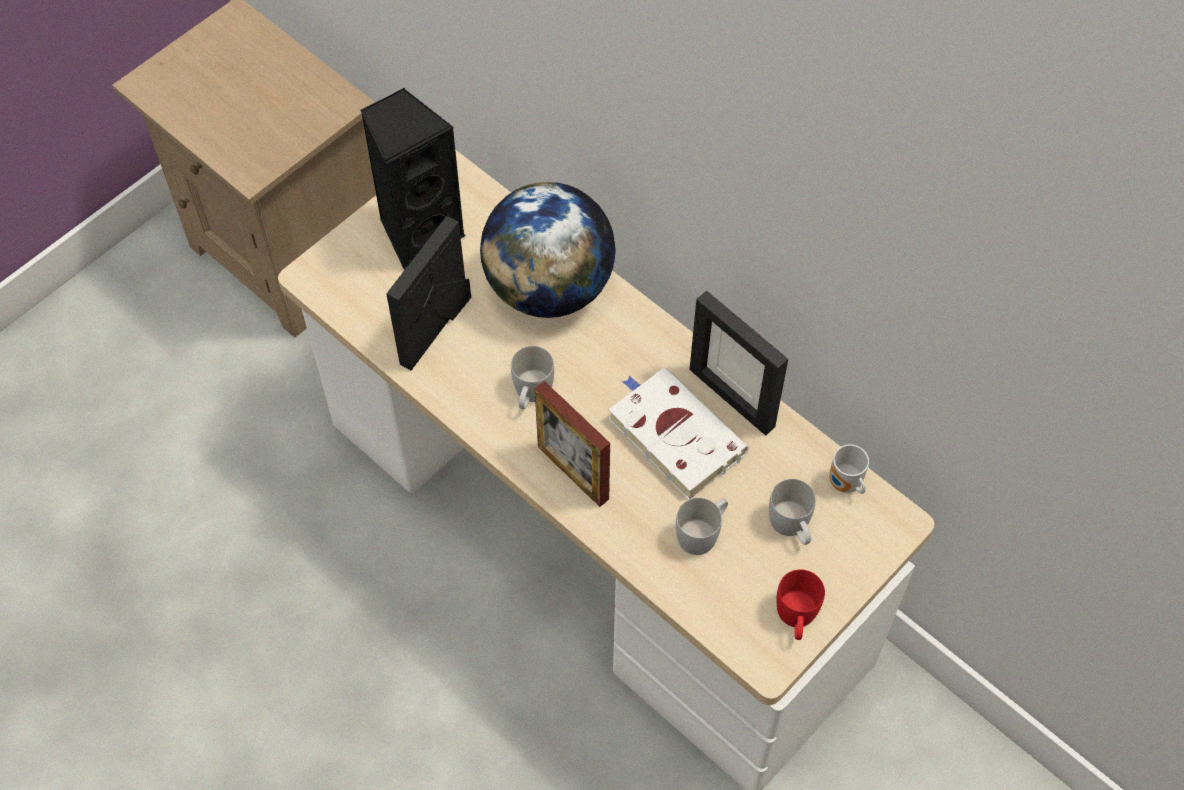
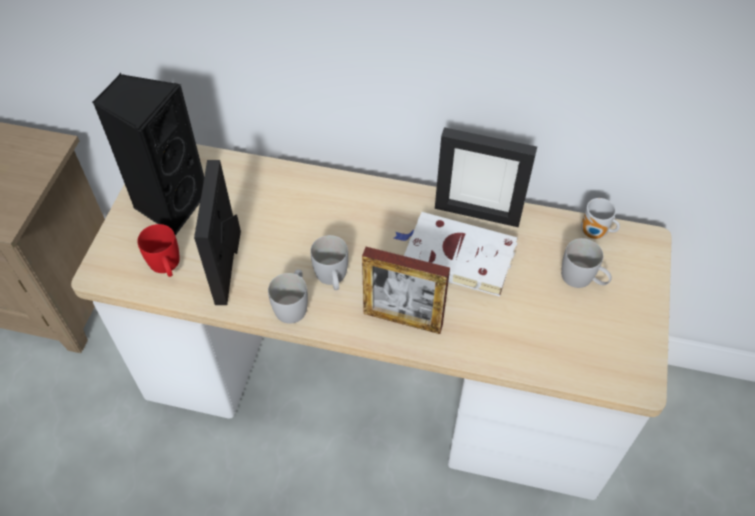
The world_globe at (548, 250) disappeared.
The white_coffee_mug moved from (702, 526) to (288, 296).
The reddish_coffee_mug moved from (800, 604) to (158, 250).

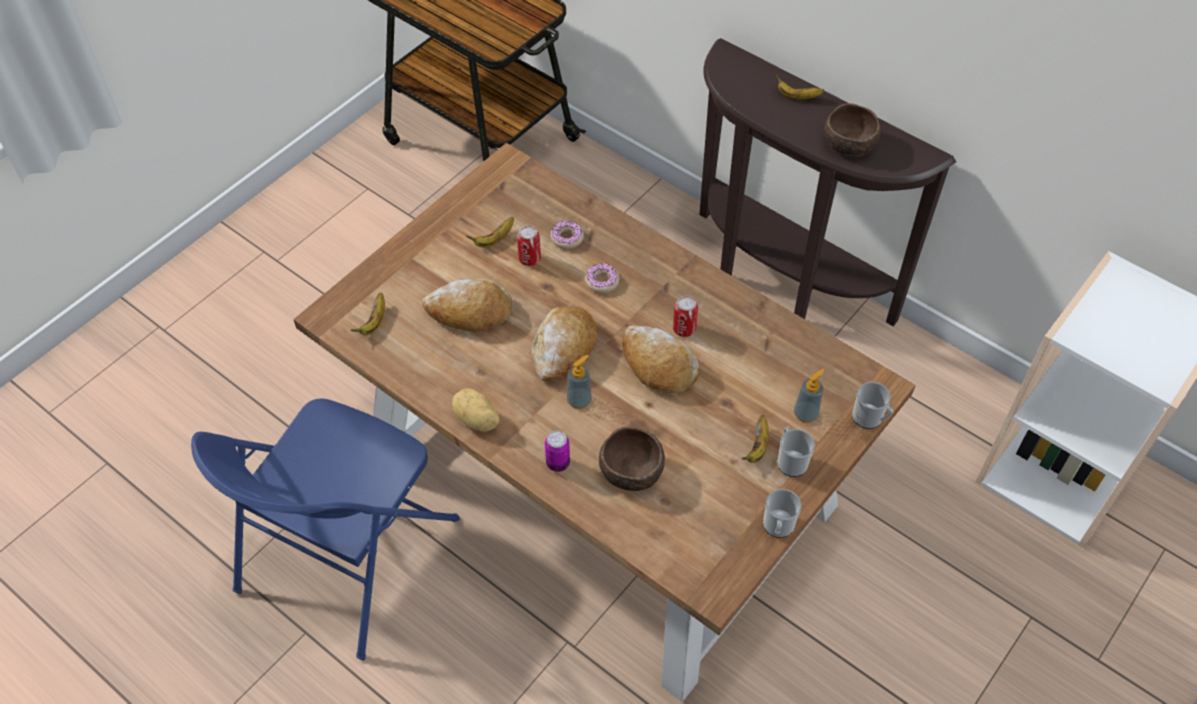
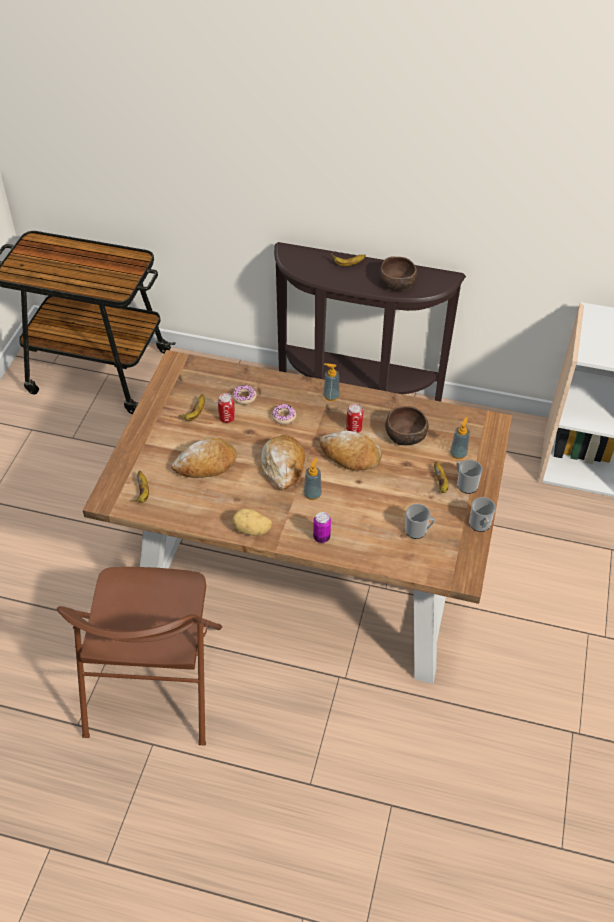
The coffee_mug moved from (872, 405) to (420, 521).
The blue-coloured_plain_chair at (325, 530) became the brown-coloured_plain_chair at (139, 656).
The brown-coloured_bowl moved from (632, 458) to (407, 426).
The soap_dispenser at (331, 382) appeared.

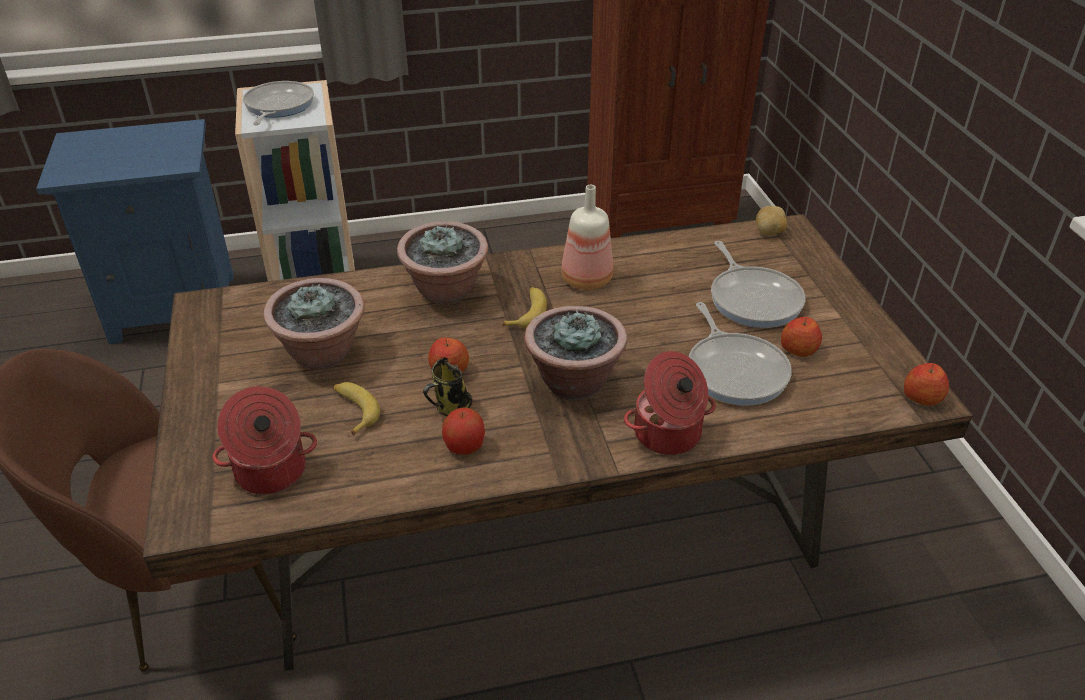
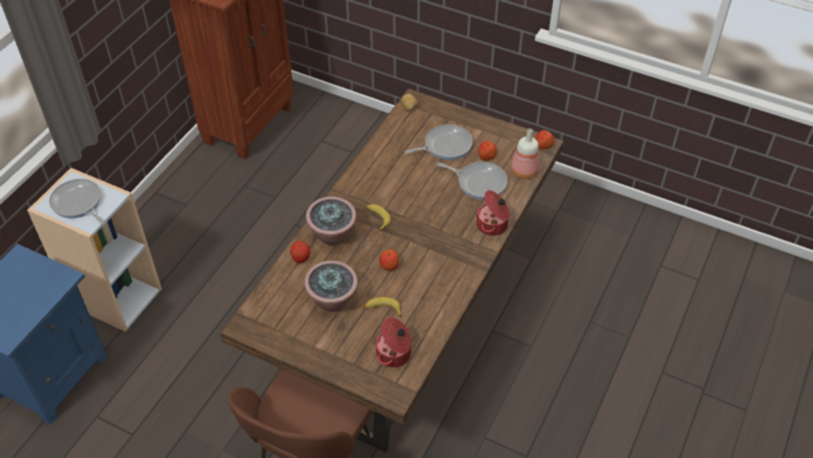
The drink_bottle moved from (587, 237) to (525, 154).
The skillet at (758, 284) turned 45 degrees counterclockwise.
The houseplant at (575, 353) disappeared.
The coffee_mug at (448, 386) disappeared.
The apple_fruit moved from (463, 431) to (300, 252).

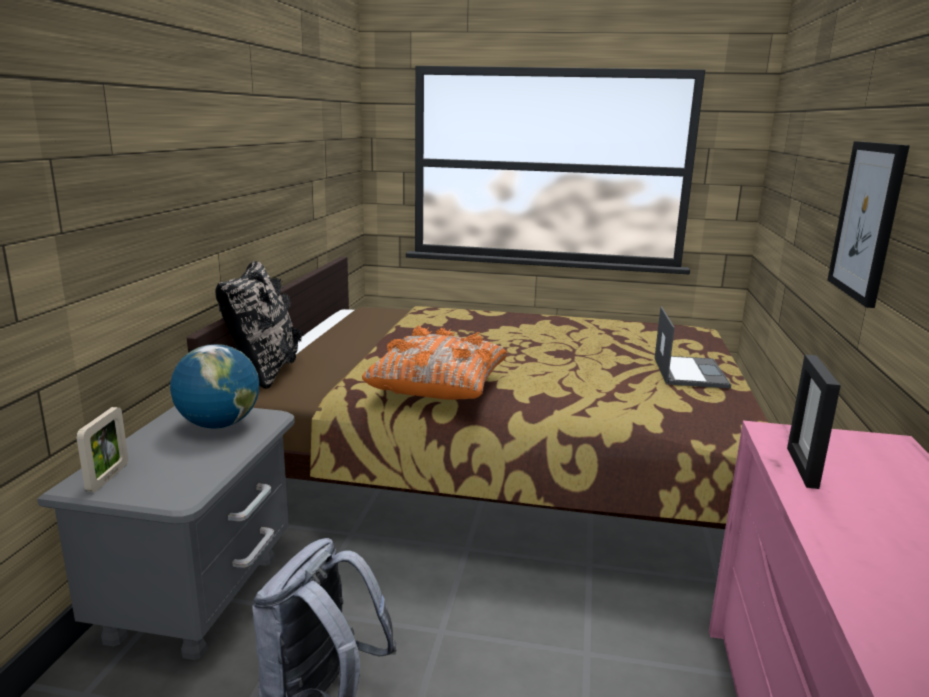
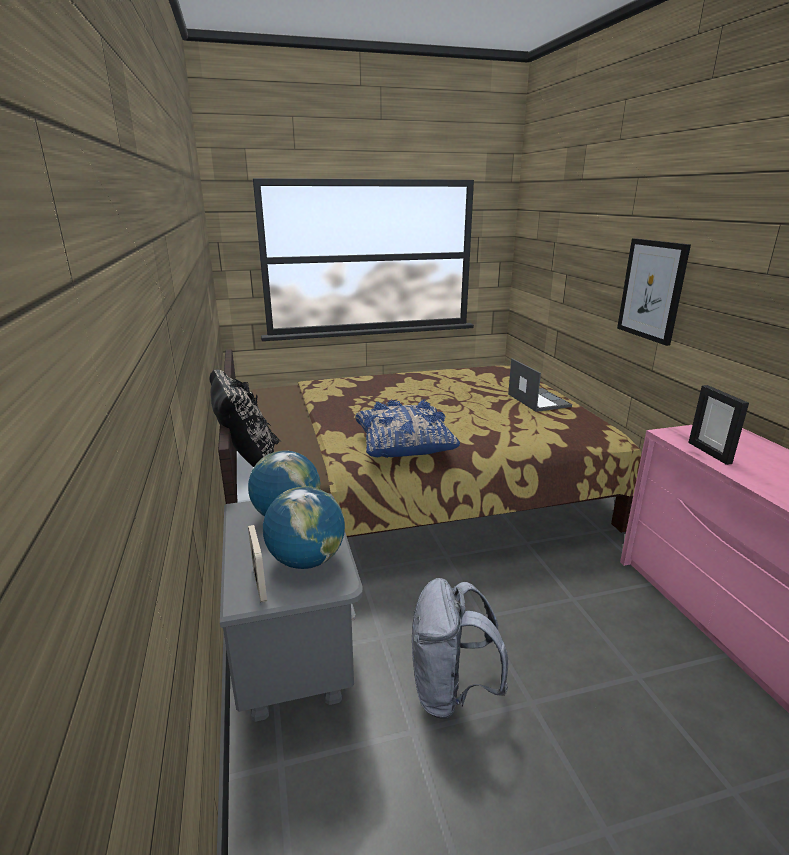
The orange-coloured_cushion at (434, 362) became the blue-coloured_cushion at (407, 428).
The world_globe at (304, 528) appeared.

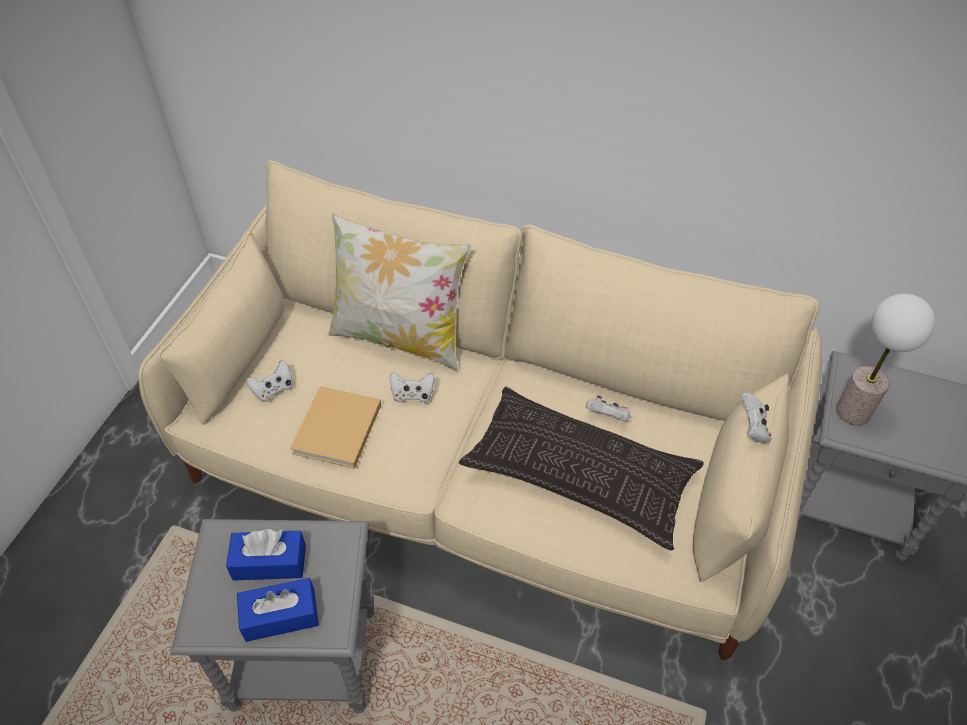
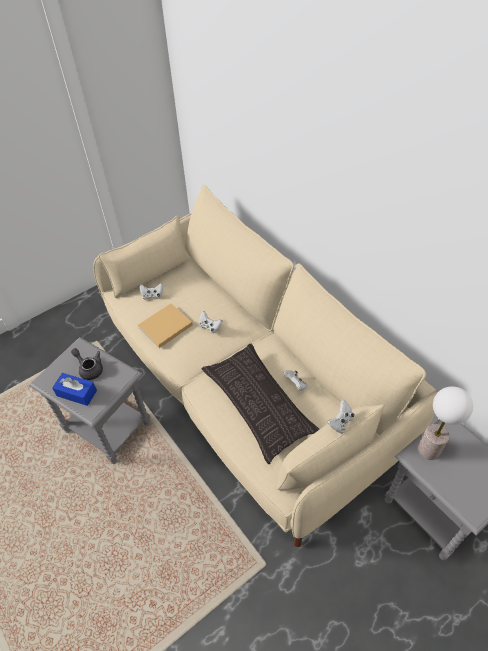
The cushion at (399, 292) disappeared.
The blue-coloured_box_of_tissues at (266, 554) was replaced by the greyish_teapot at (87, 364).

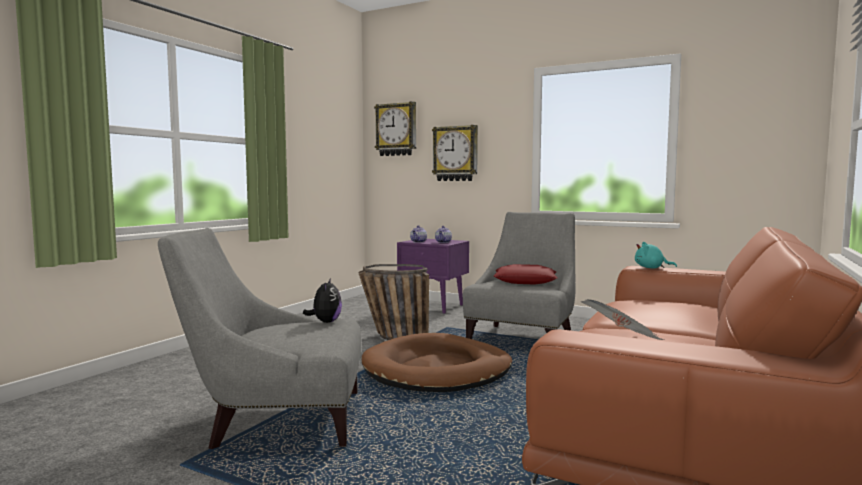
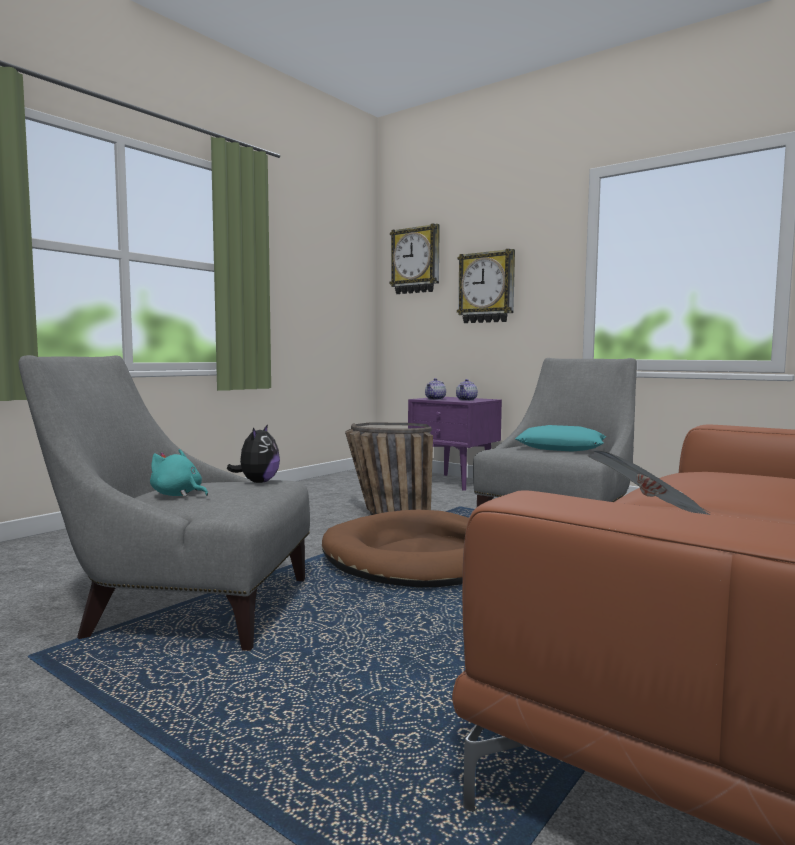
The turquoise-coloured_soft_toy moved from (656, 255) to (179, 473).
The reddish_cushion at (525, 274) became the turquoise-coloured_cushion at (560, 438).

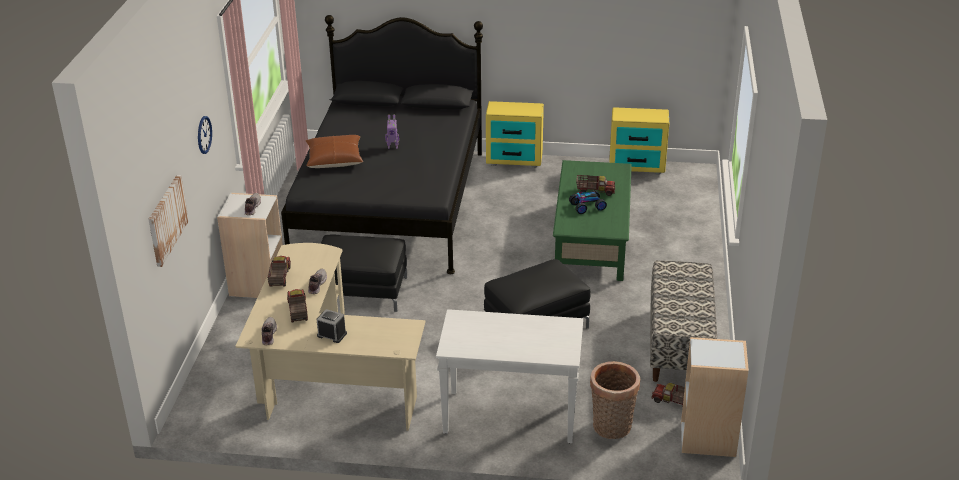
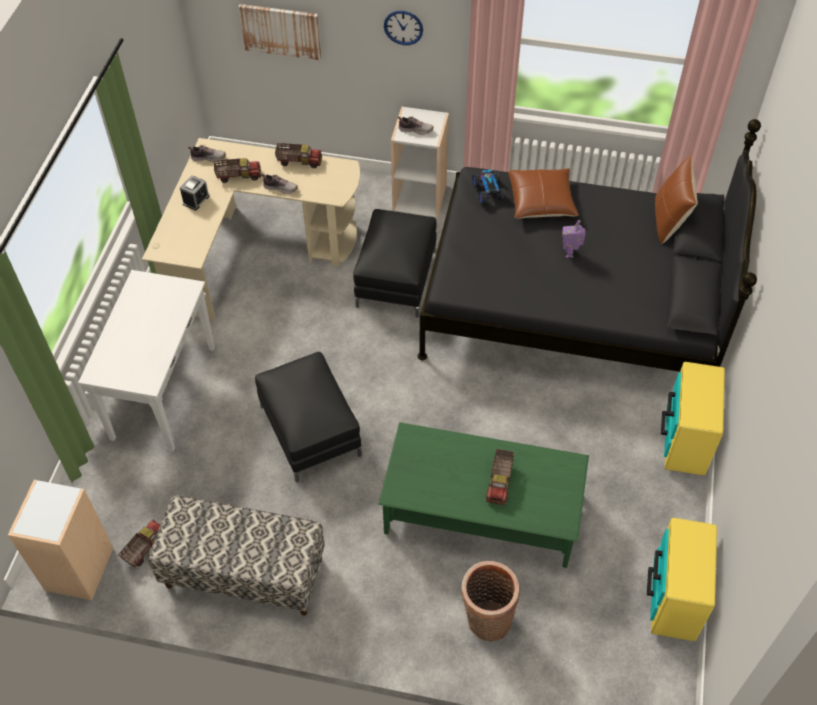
The model_car moved from (588, 202) to (489, 186).
The storage_basket moved from (615, 400) to (490, 601).
The brown-coloured_cushion at (676, 199) appeared.

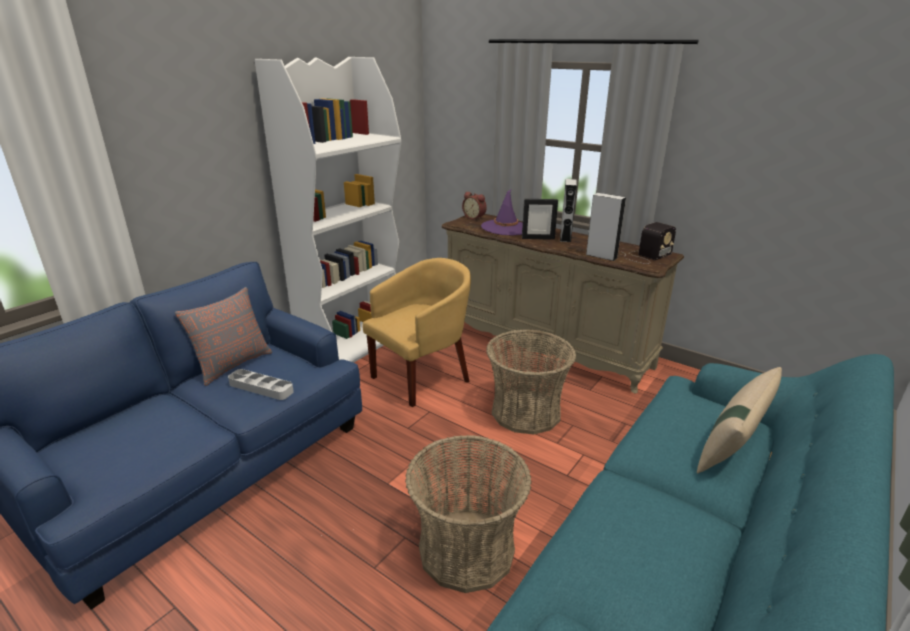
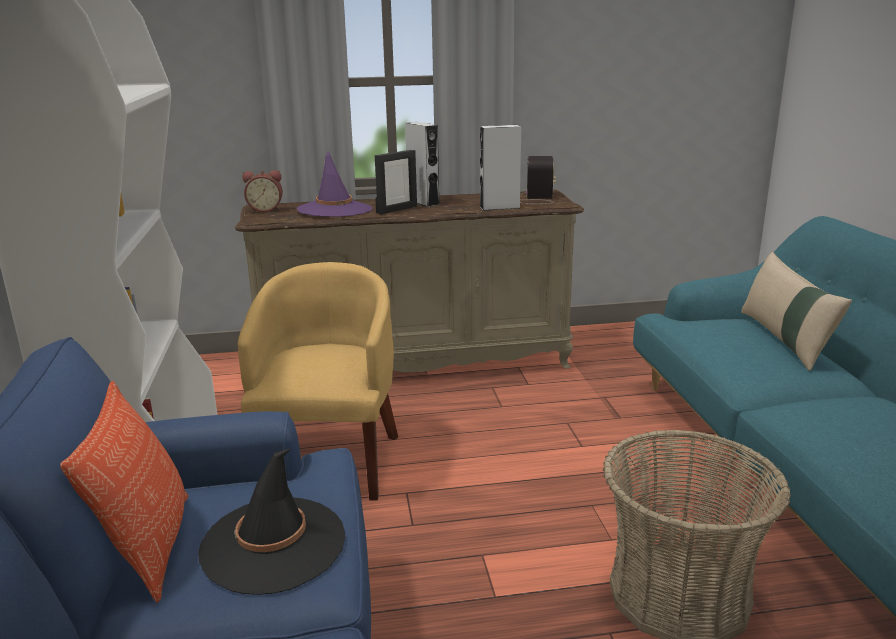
The greyish_cushion at (223, 336) became the orange-coloured_cushion at (124, 492).
The storage_basket at (531, 382) disappeared.
The greyish_serving_tray at (261, 384) was replaced by the black_wearable_hat at (271, 522).

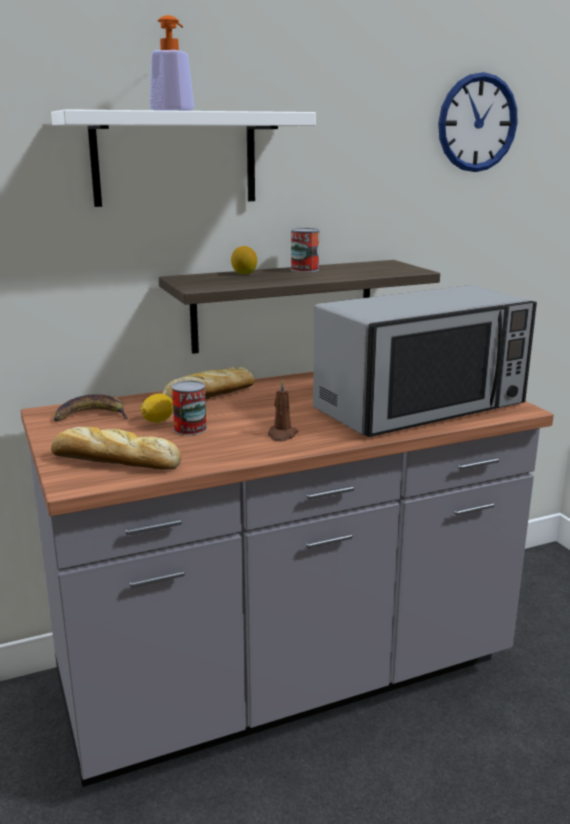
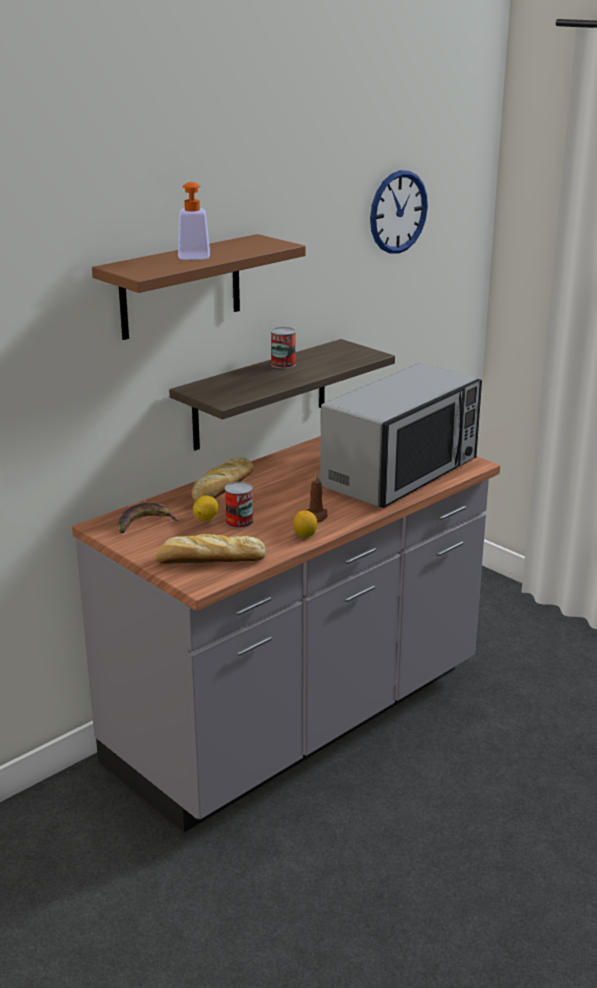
The white_bracket_shelf at (183, 158) became the brown-coloured_bracket_shelf at (199, 287).
The citrus_fruit moved from (244, 260) to (305, 523).

